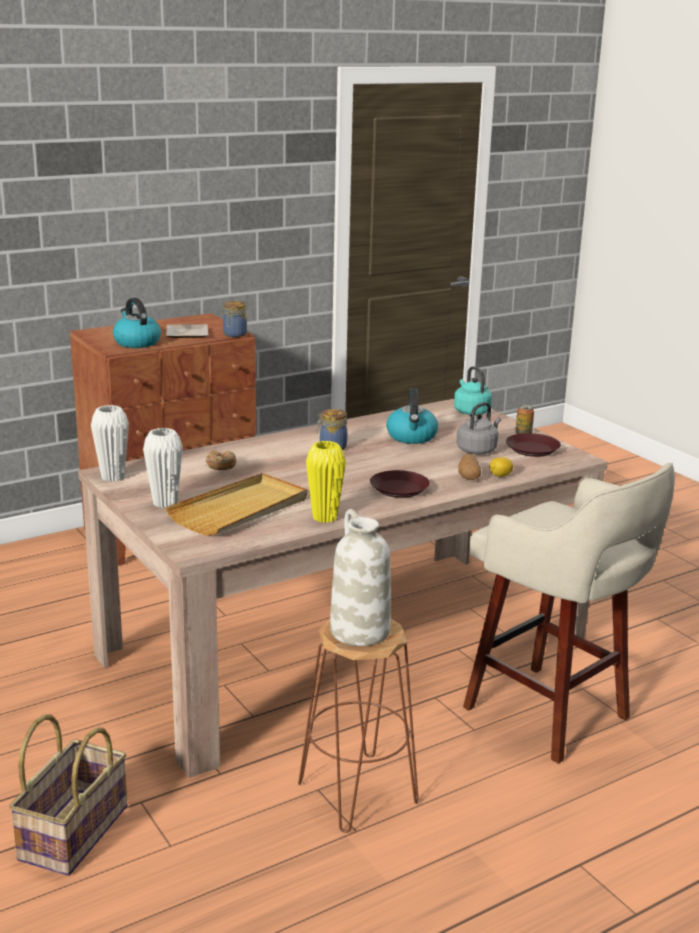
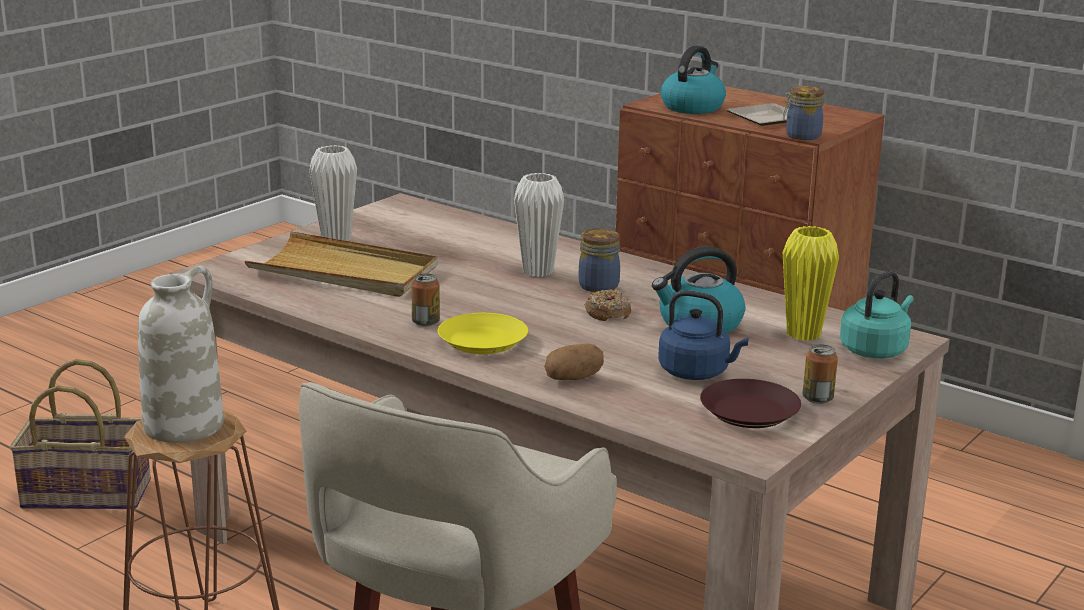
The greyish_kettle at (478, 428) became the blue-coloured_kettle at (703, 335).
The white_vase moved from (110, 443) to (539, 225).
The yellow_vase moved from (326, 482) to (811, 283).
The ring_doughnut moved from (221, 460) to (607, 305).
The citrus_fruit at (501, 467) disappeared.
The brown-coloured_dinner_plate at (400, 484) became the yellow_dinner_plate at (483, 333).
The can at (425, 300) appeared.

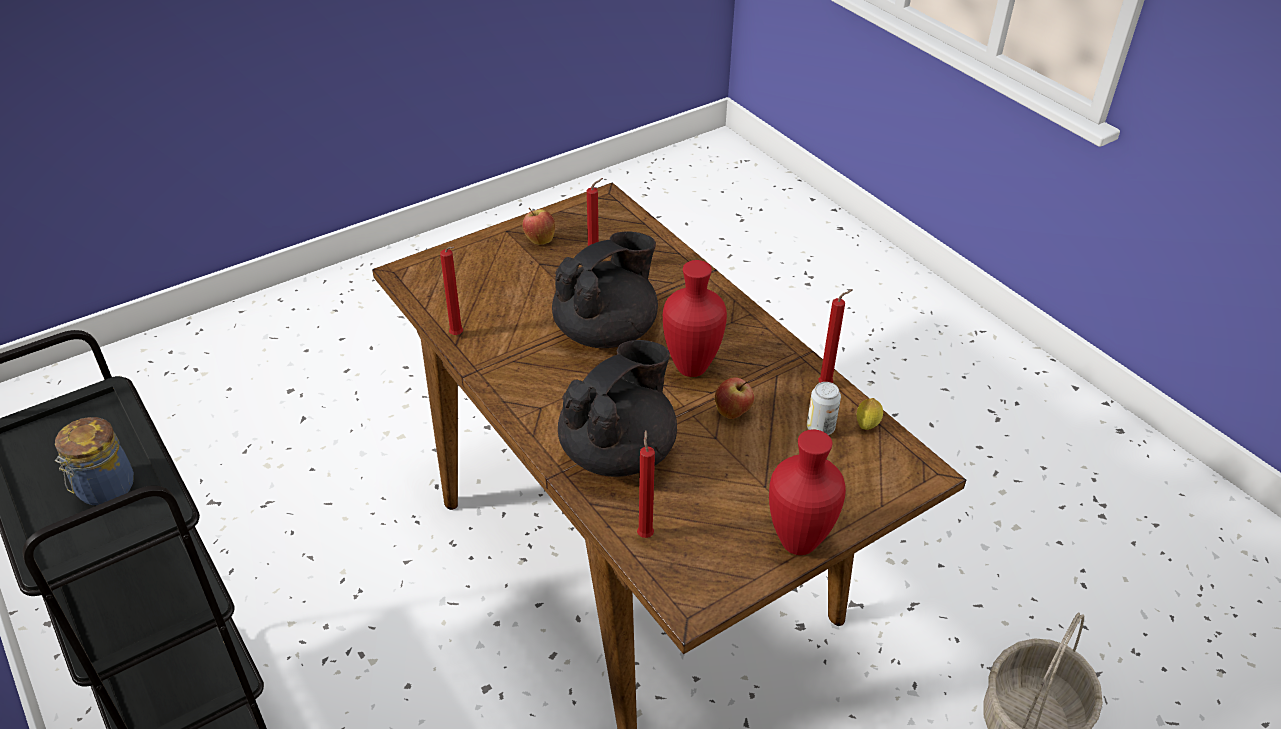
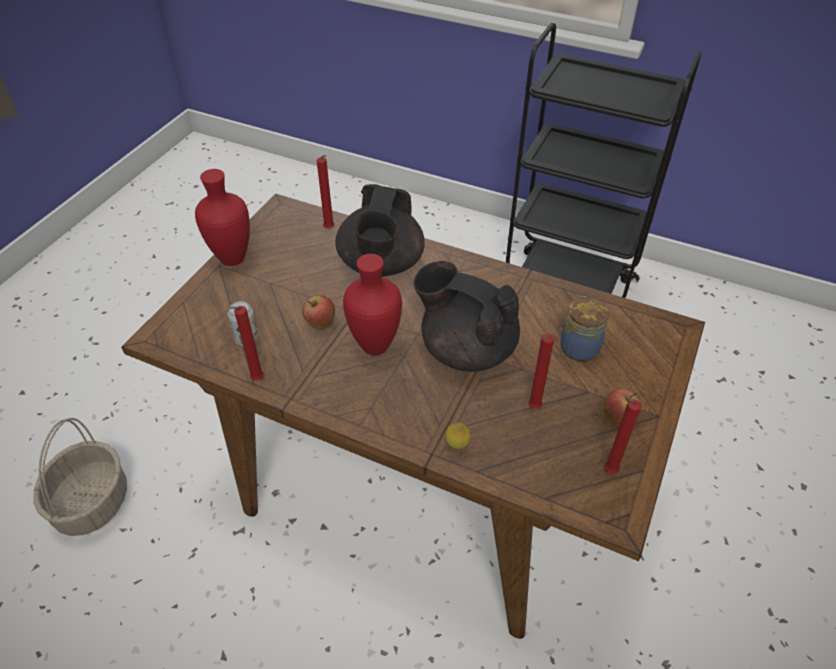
The black_teapot at (605, 290) turned 105 degrees clockwise.
The reddish_candle moved from (451, 290) to (622, 434).
The citrus_fruit moved from (869, 414) to (457, 436).
The preserve_jar moved from (94, 461) to (584, 328).

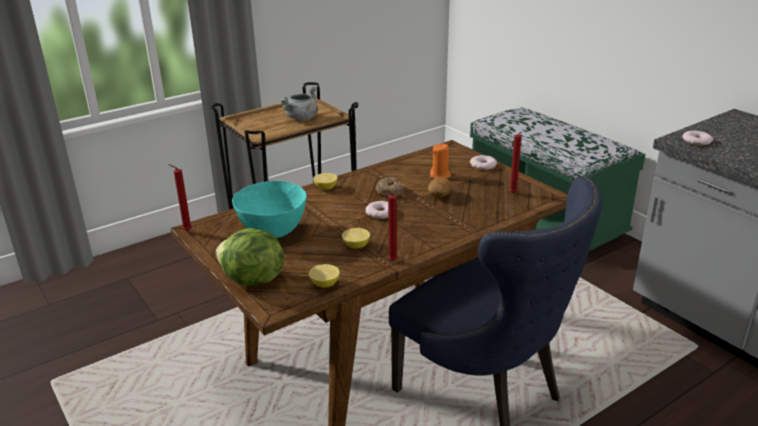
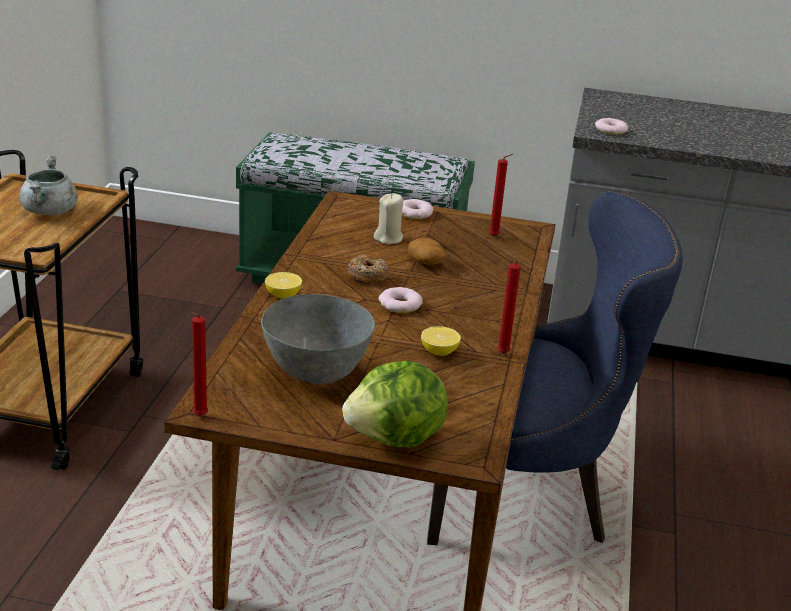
The orange-coloured_candle at (440, 160) became the beige-coloured_candle at (388, 218).
The turquoise-coloured_bowl at (269, 209) became the greyish_bowl at (318, 339).
The citrus_fruit at (324, 276) disappeared.

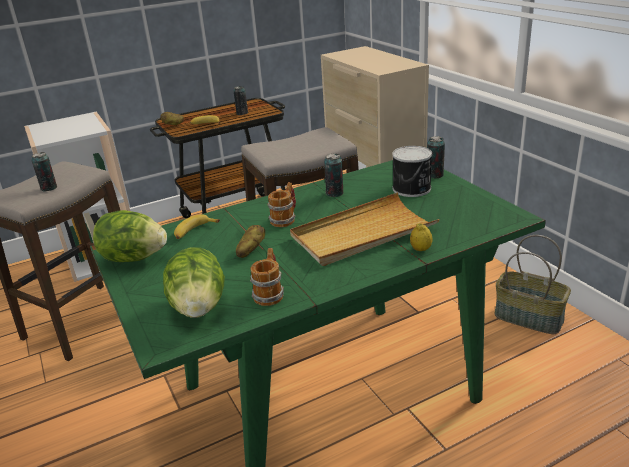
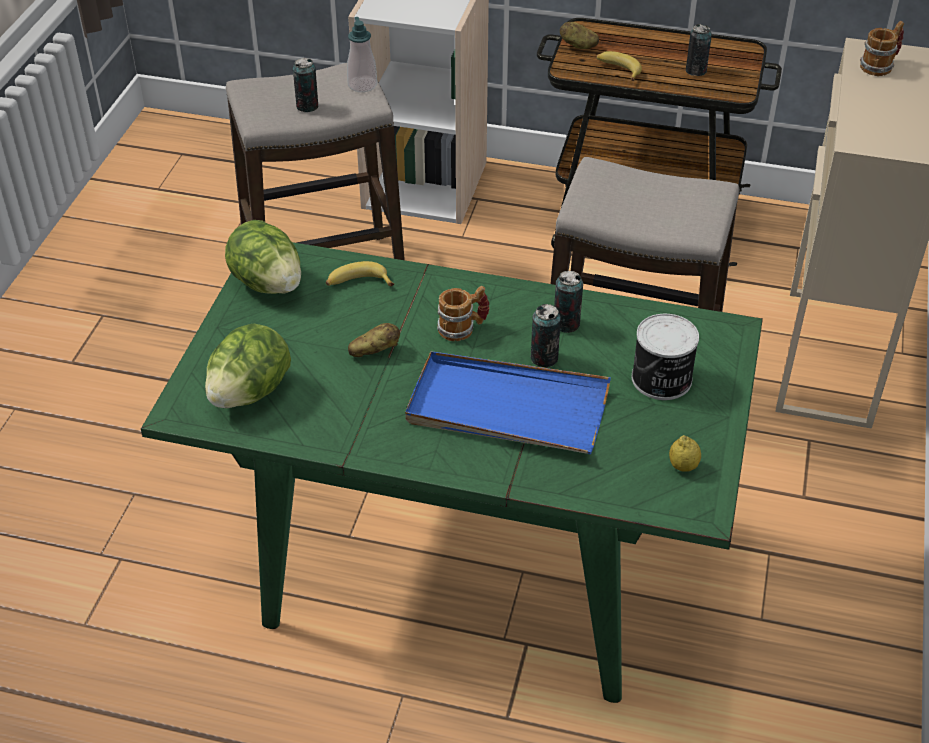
The can moved from (436, 157) to (545, 335).
The beige-coloured_serving_tray at (365, 229) became the blue-coloured_serving_tray at (508, 402).
The citrus_fruit moved from (421, 237) to (685, 453).
The storage_basket at (532, 284) disappeared.
The coffee_mug moved from (267, 277) to (882, 48).
The soap_dispenser at (362, 54) appeared.

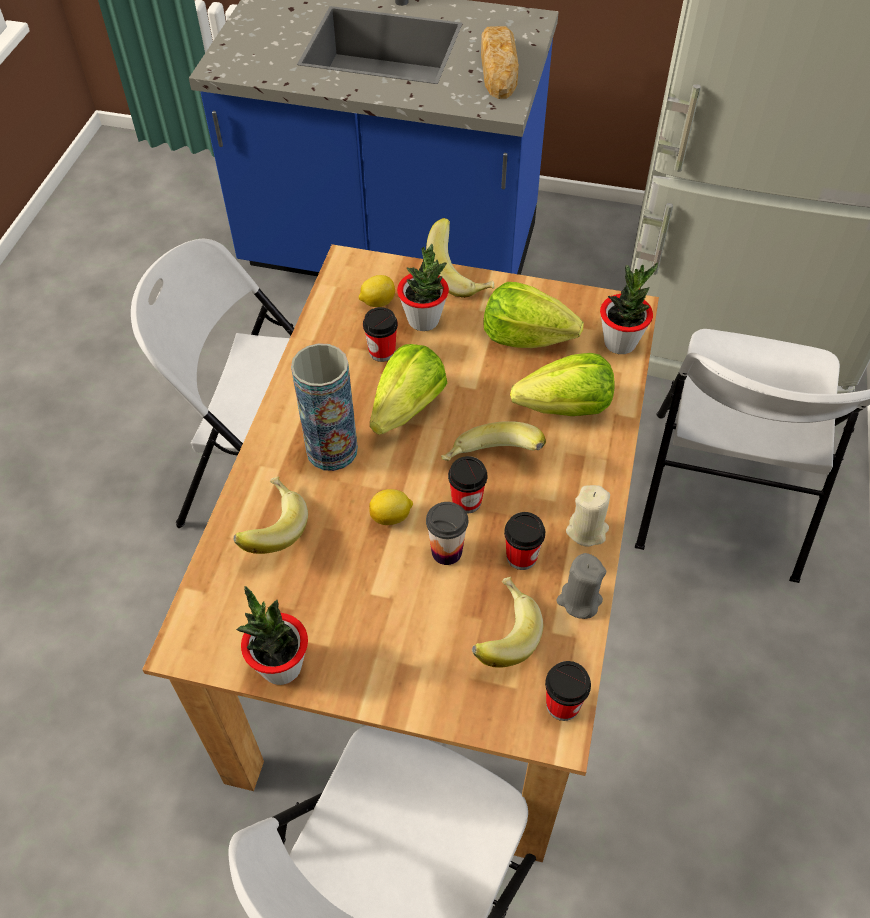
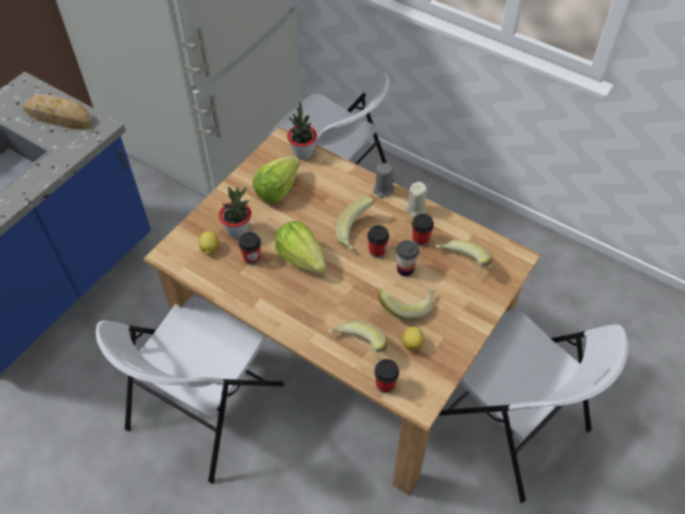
The banana moved from (460, 258) to (406, 304).
The vase at (324, 407) disappeared.
The head_of_lettuce at (562, 384) disappeared.
The citrus_fruit moved from (391, 507) to (413, 339).
The greyish_candle moved from (581, 586) to (384, 180).
The houseplant at (272, 635) disappeared.
The small_cup moved from (568, 691) to (386, 376).

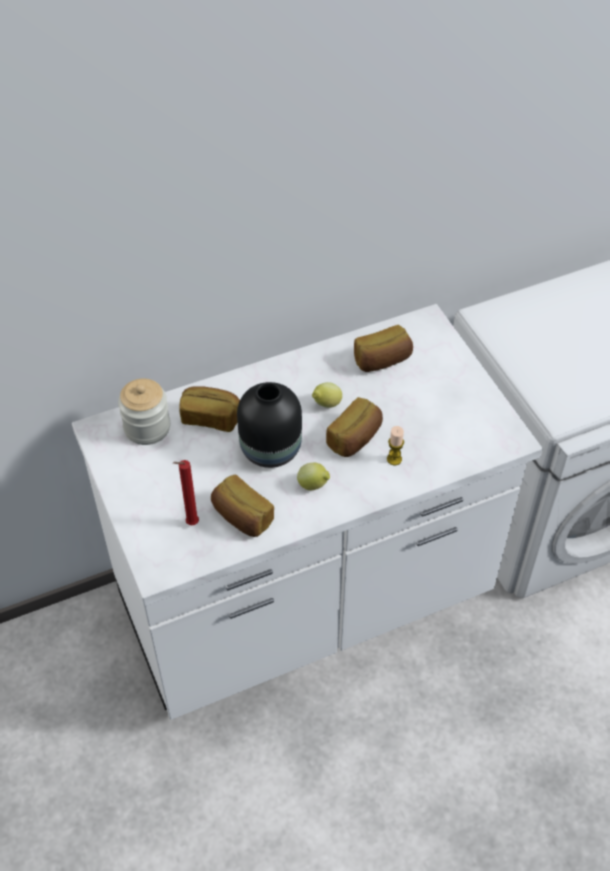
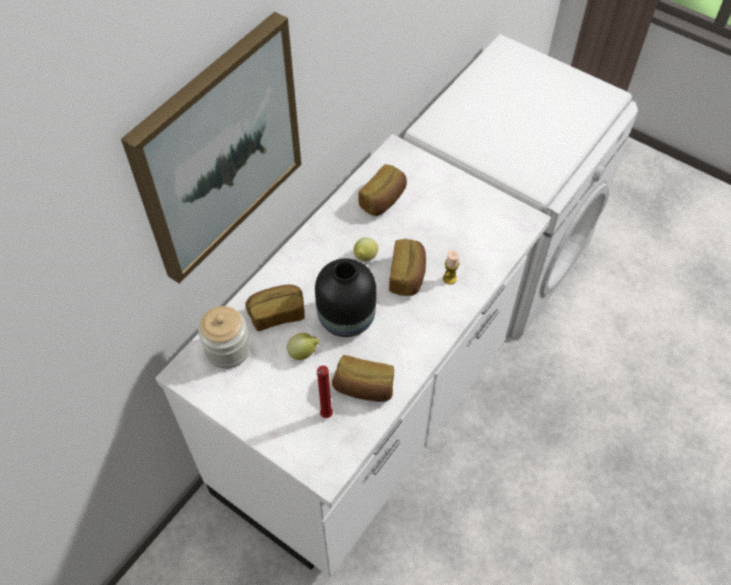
The citrus_fruit moved from (313, 476) to (303, 346).
The wall_art at (211, 148) appeared.

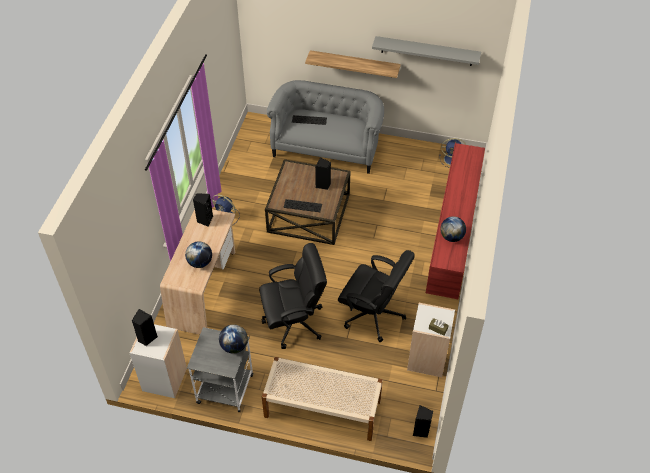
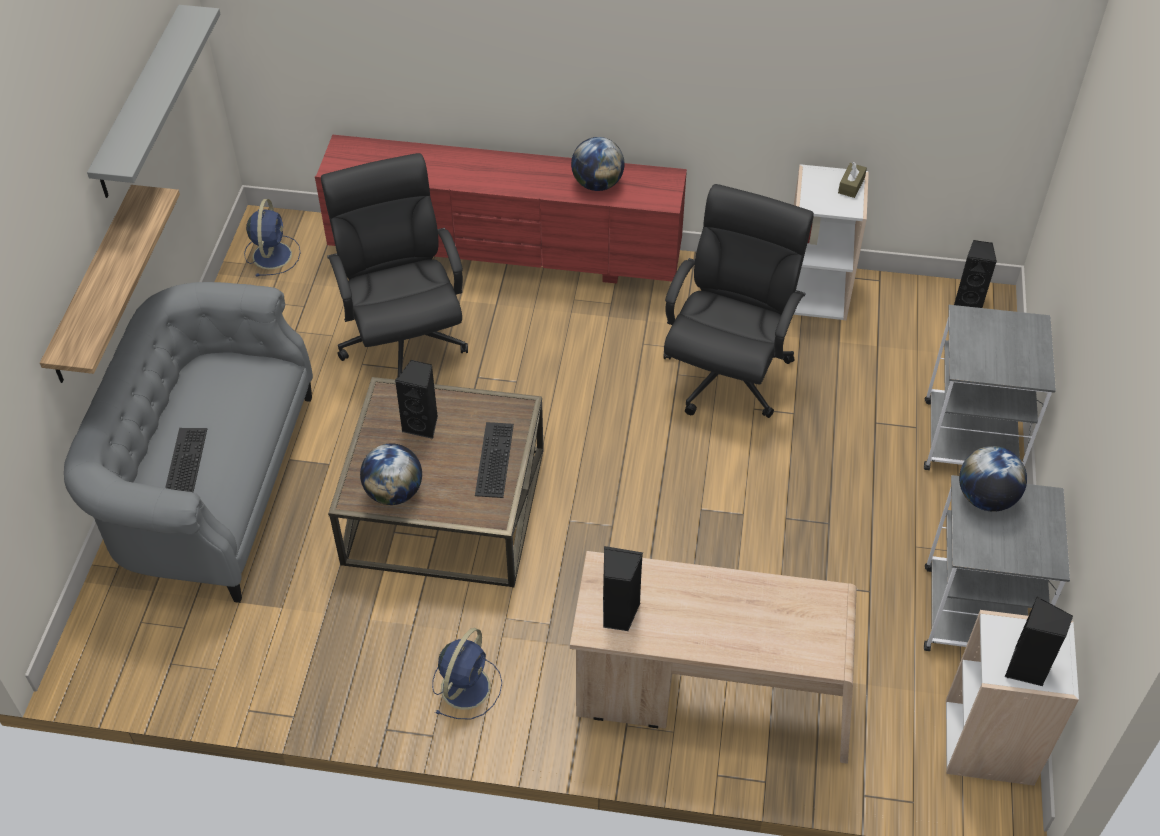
The world_globe moved from (198, 254) to (391, 474).
The black_office_chair moved from (293, 296) to (394, 264).
The beige-coloured_indoor_bench at (322, 399) was replaced by the greyish_wheeled_cart at (990, 387).

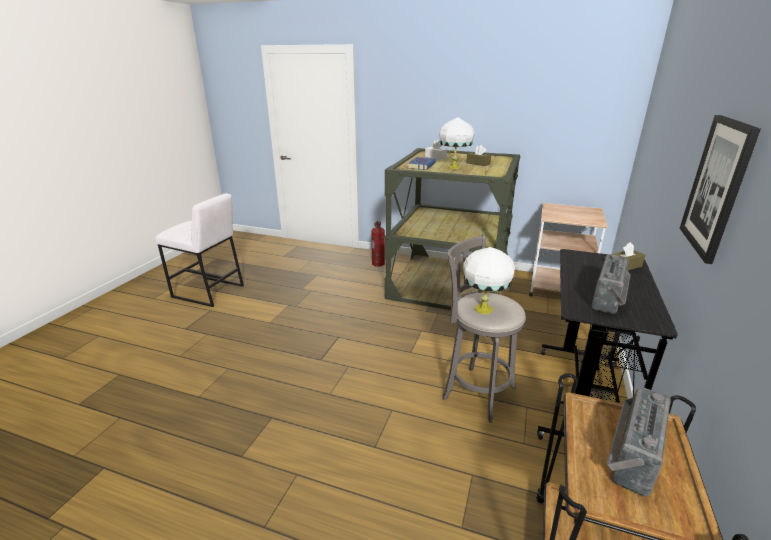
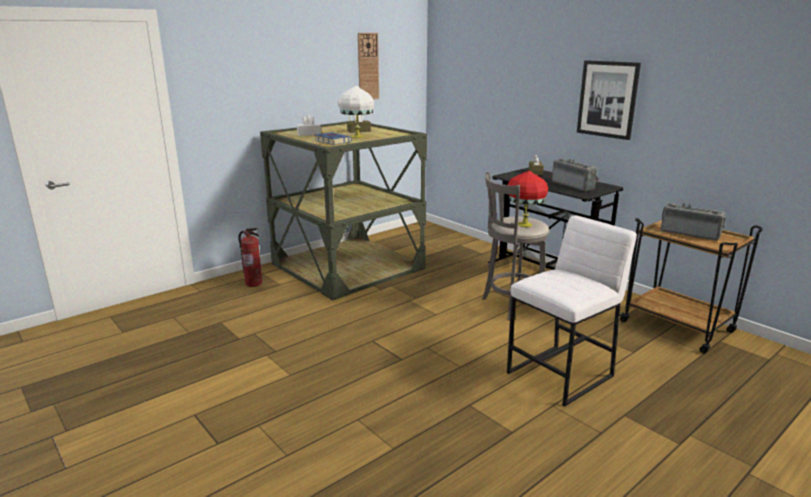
The white_plain_chair moved from (199, 250) to (572, 311).
The beige-coloured_wheeled_cart at (568, 249) disappeared.
The white_lamp_for_a_table at (489, 280) became the reddish_lamp_for_a_table at (528, 199).
The radio_receiver at (639, 442) turned 150 degrees clockwise.
The hanging_clock at (368, 66) appeared.

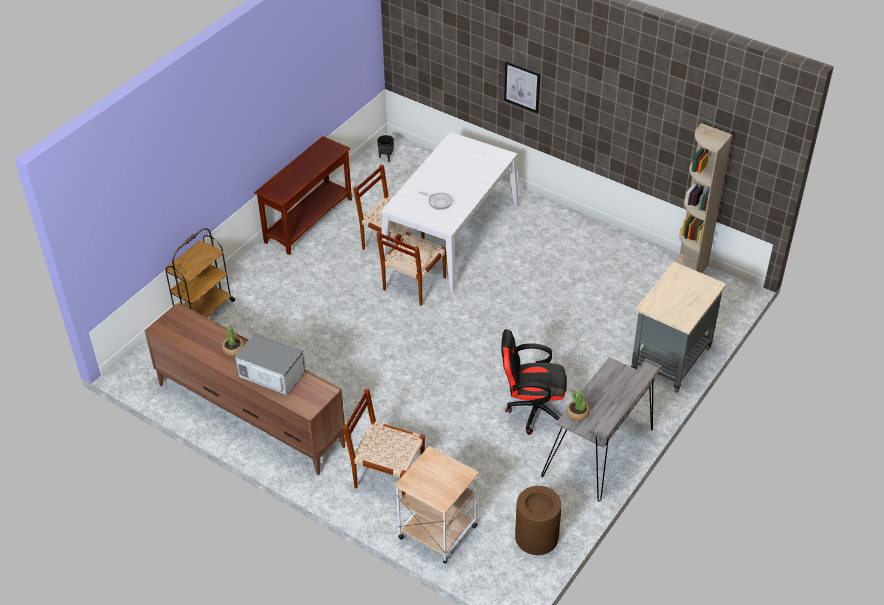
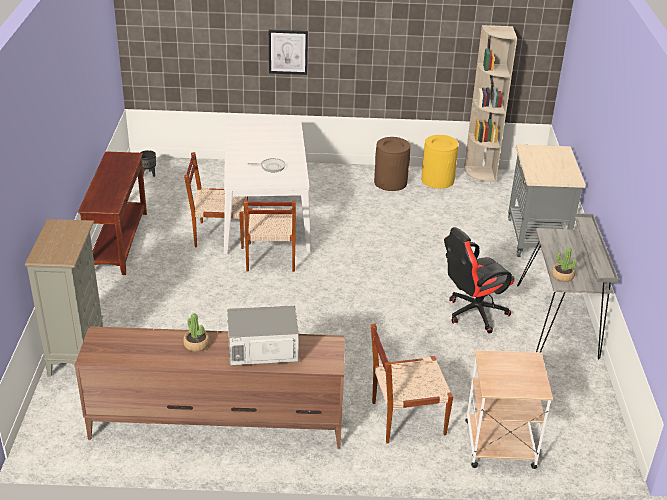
The brown-coloured_wheeled_cart at (200, 272) was replaced by the greyish_drawer_chest at (64, 298).
The brown-coloured_rubbish_bin moved from (538, 520) to (392, 164).
The yellow_rubbish_bin at (440, 162) appeared.

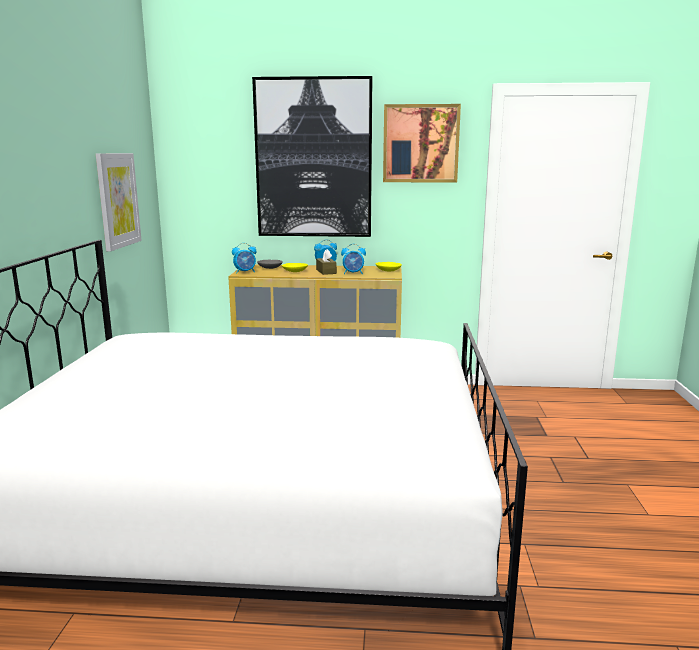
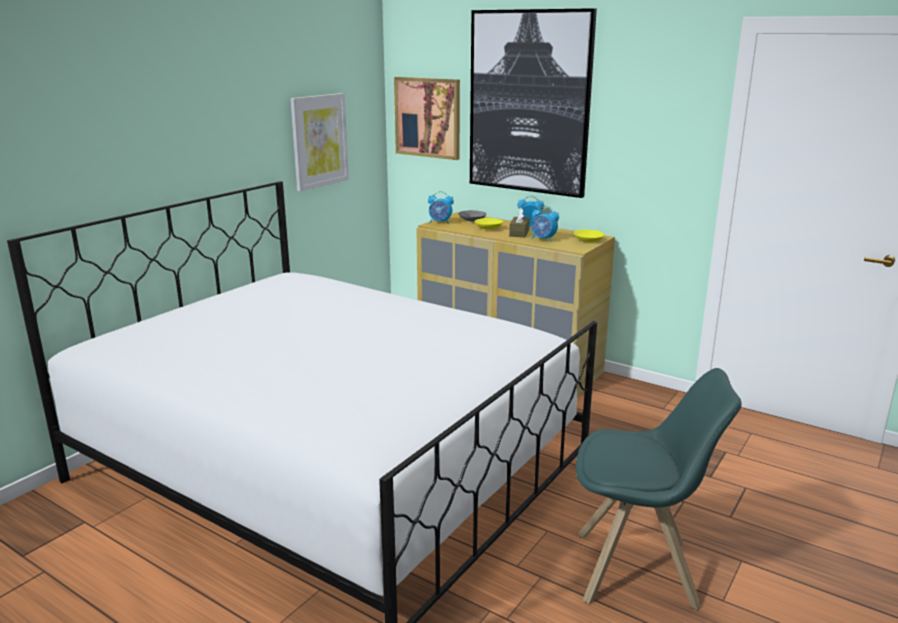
The wall_art moved from (422, 143) to (427, 118).
The turquoise-coloured_plain_chair at (659, 489) appeared.

